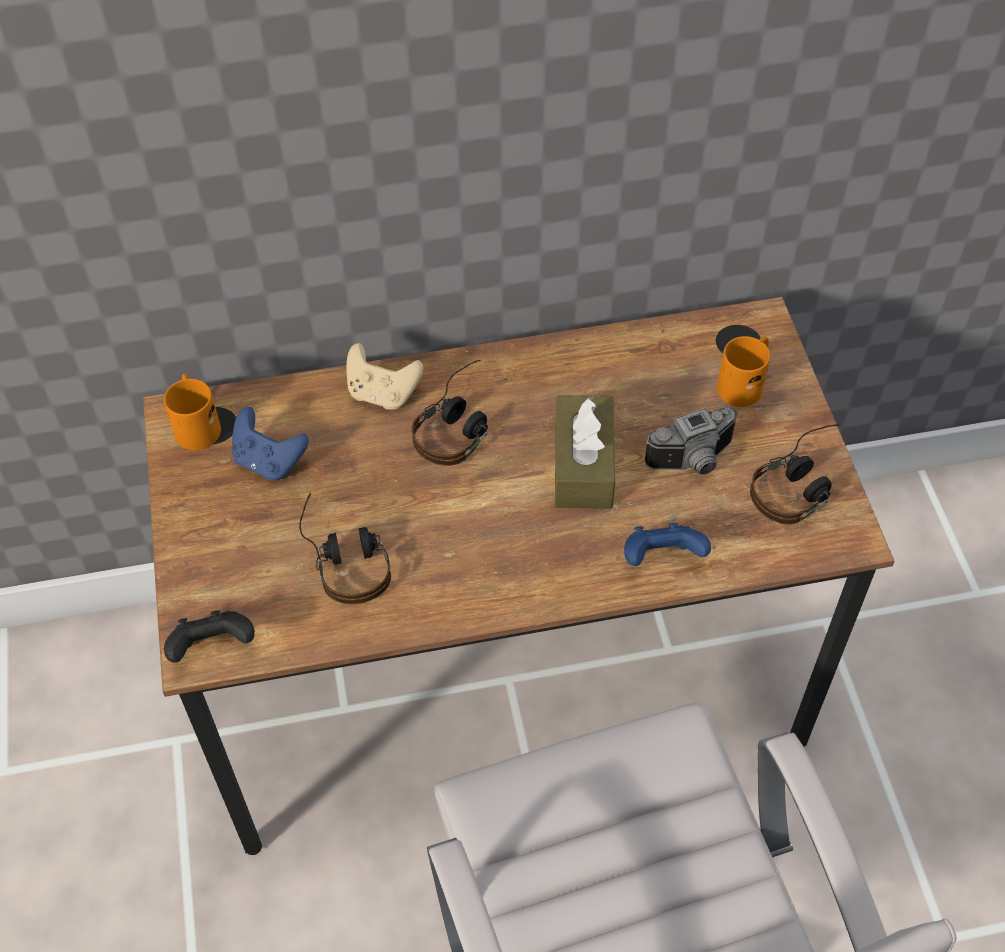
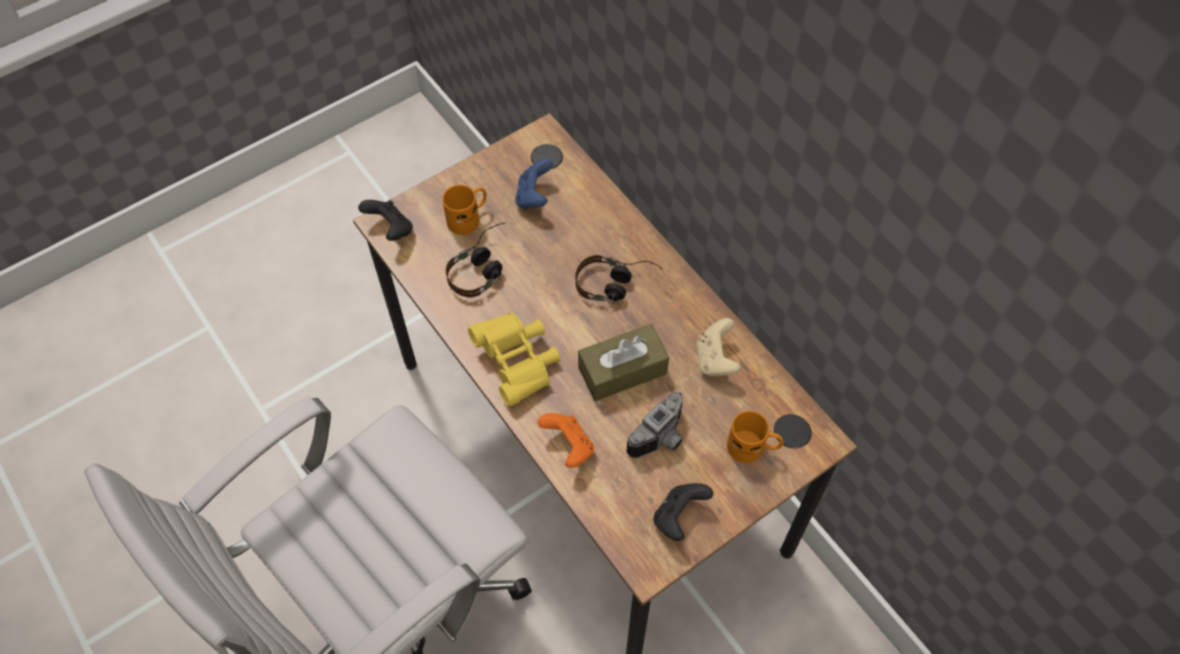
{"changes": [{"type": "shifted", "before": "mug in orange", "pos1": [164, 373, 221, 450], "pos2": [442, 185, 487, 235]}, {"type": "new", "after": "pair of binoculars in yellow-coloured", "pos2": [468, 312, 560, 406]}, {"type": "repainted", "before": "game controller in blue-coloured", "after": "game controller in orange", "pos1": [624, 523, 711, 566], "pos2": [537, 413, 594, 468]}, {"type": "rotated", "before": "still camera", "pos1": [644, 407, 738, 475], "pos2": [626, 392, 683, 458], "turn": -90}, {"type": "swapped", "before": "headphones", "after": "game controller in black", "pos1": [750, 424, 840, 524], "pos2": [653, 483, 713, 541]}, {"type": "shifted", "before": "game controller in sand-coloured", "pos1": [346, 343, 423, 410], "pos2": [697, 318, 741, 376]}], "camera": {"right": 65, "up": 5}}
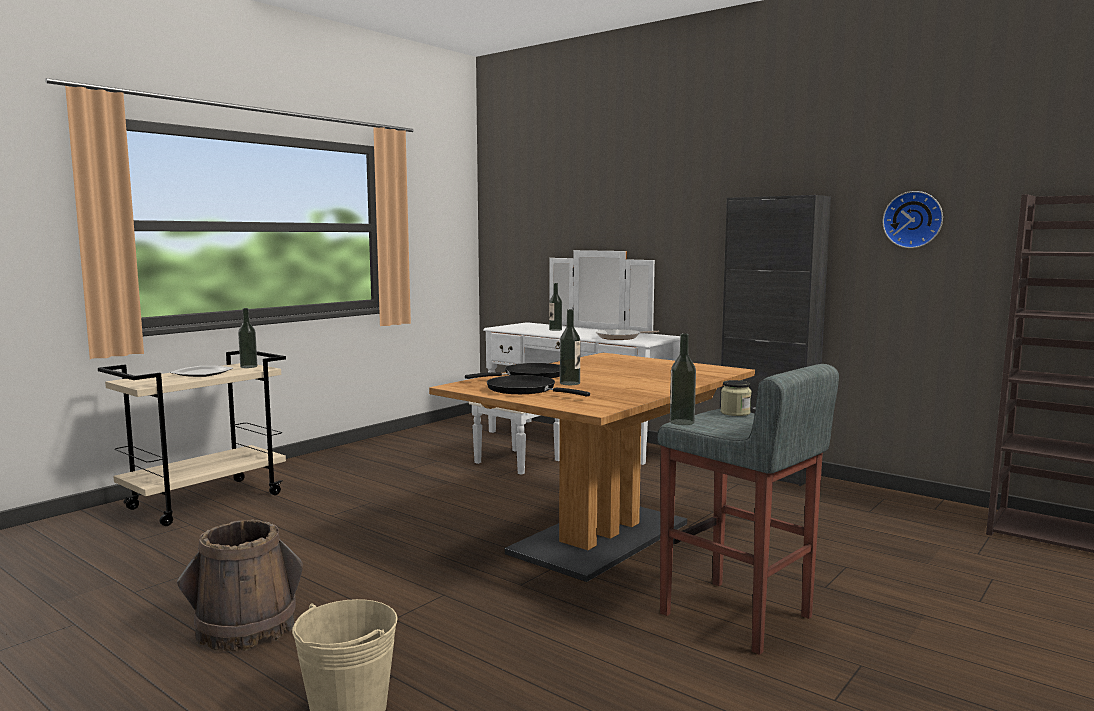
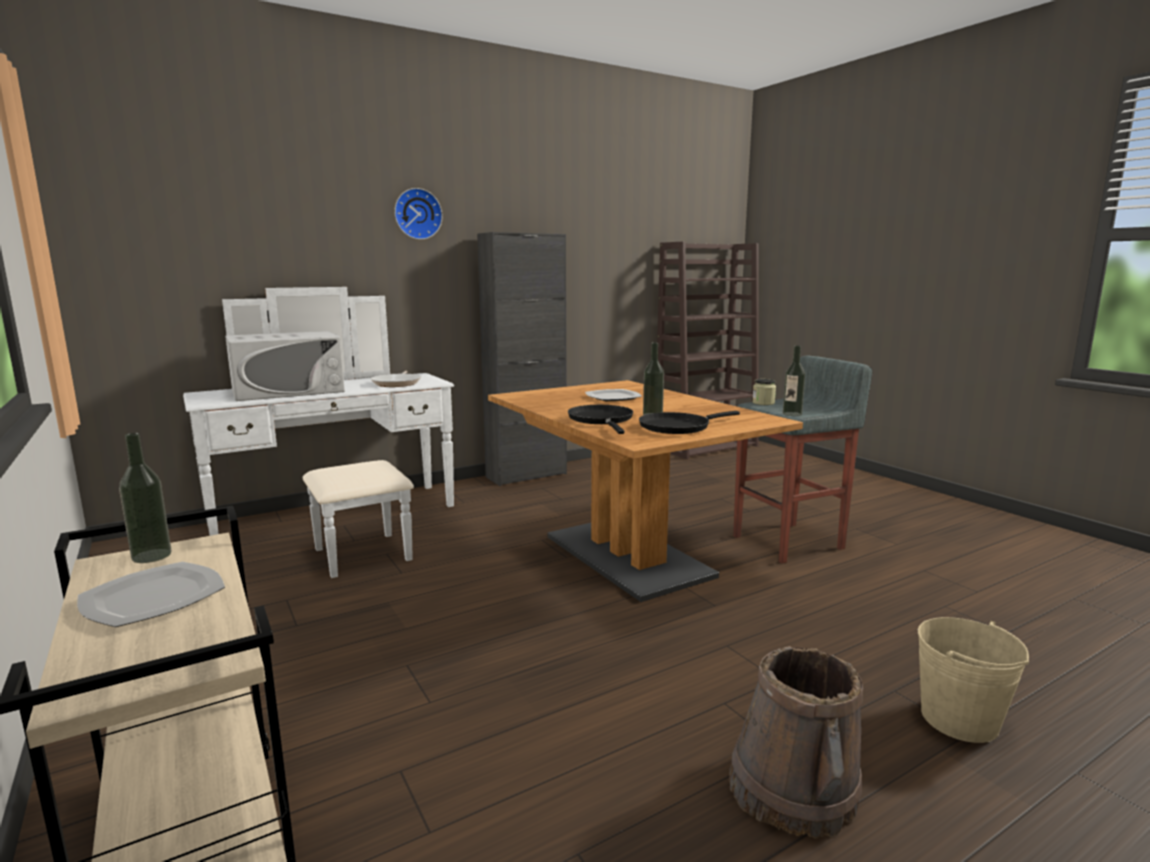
{"changes": [{"type": "swapped", "before": "beverage bottle", "after": "microwave in whitish", "pos1": [549, 283, 562, 331], "pos2": [225, 331, 345, 401]}, {"type": "shifted", "before": "hanging clock", "pos1": [883, 191, 943, 248], "pos2": [394, 188, 443, 240]}, {"type": "new", "after": "flat dish", "pos2": [585, 389, 642, 401]}], "camera": {"right": -70, "up": 5}}
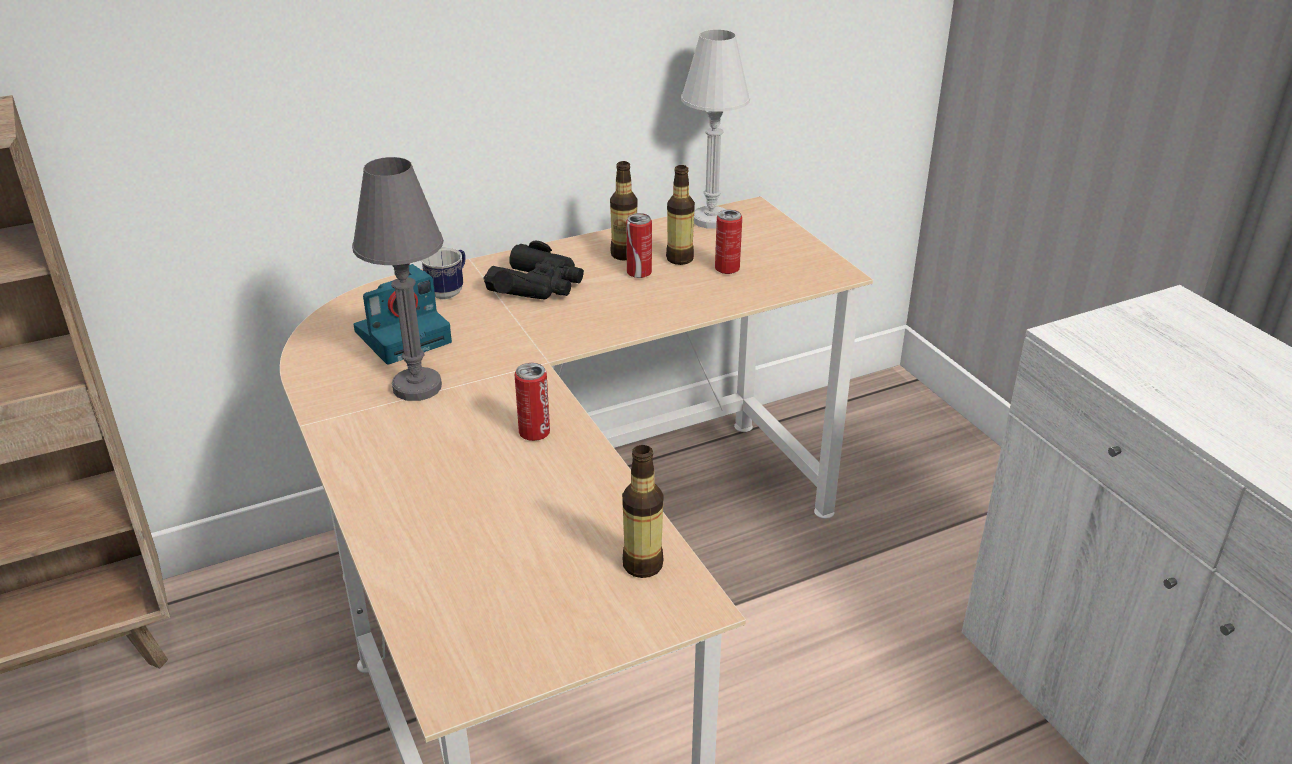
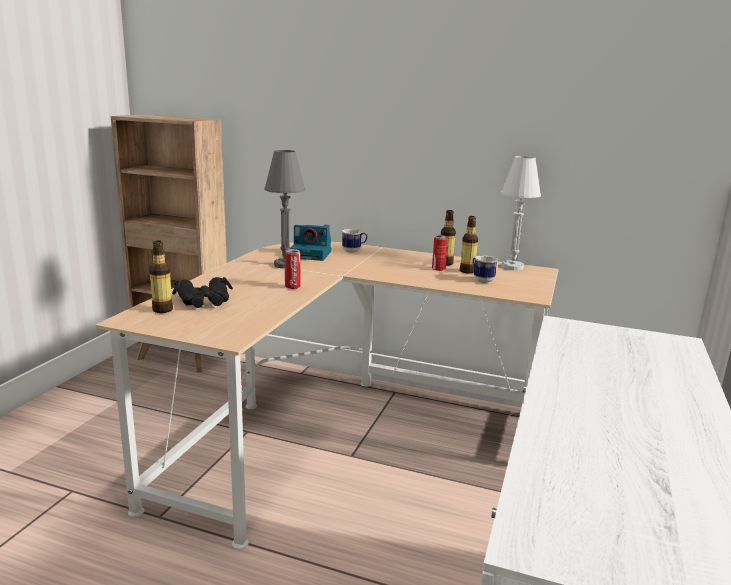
{"changes": [{"type": "shifted", "before": "beverage bottle", "pos1": [622, 445, 663, 578], "pos2": [149, 240, 173, 313]}, {"type": "shifted", "before": "pair of binoculars in black", "pos1": [483, 241, 584, 299], "pos2": [172, 277, 233, 308]}, {"type": "swapped", "before": "metal can", "after": "mug", "pos1": [715, 210, 742, 274], "pos2": [473, 255, 498, 283]}], "camera": {"right": 45, "up": -15}}
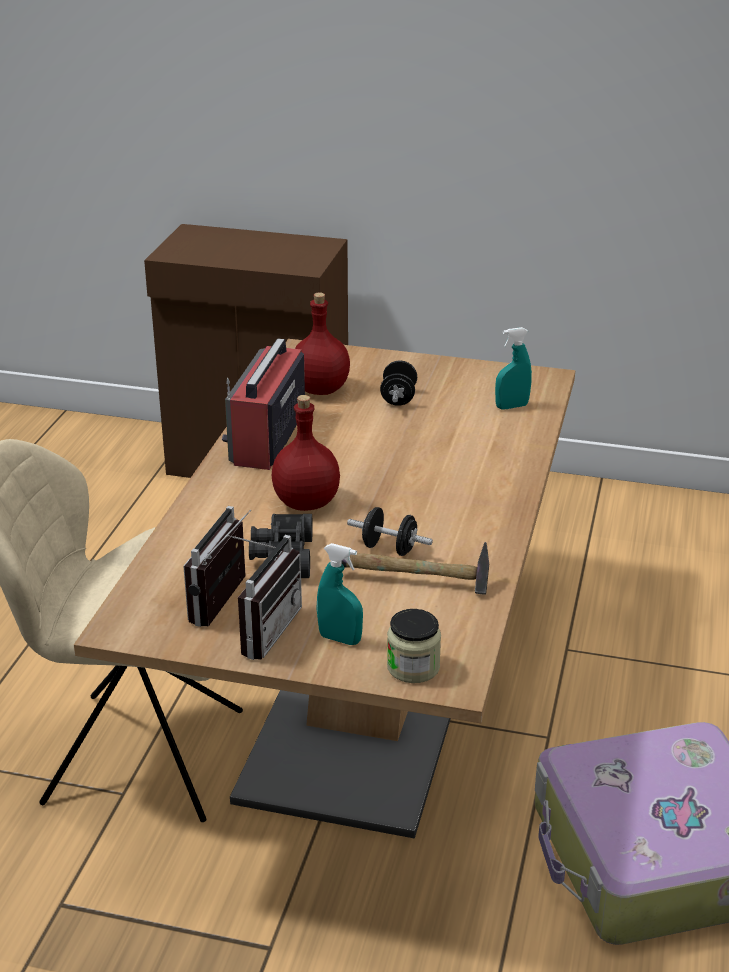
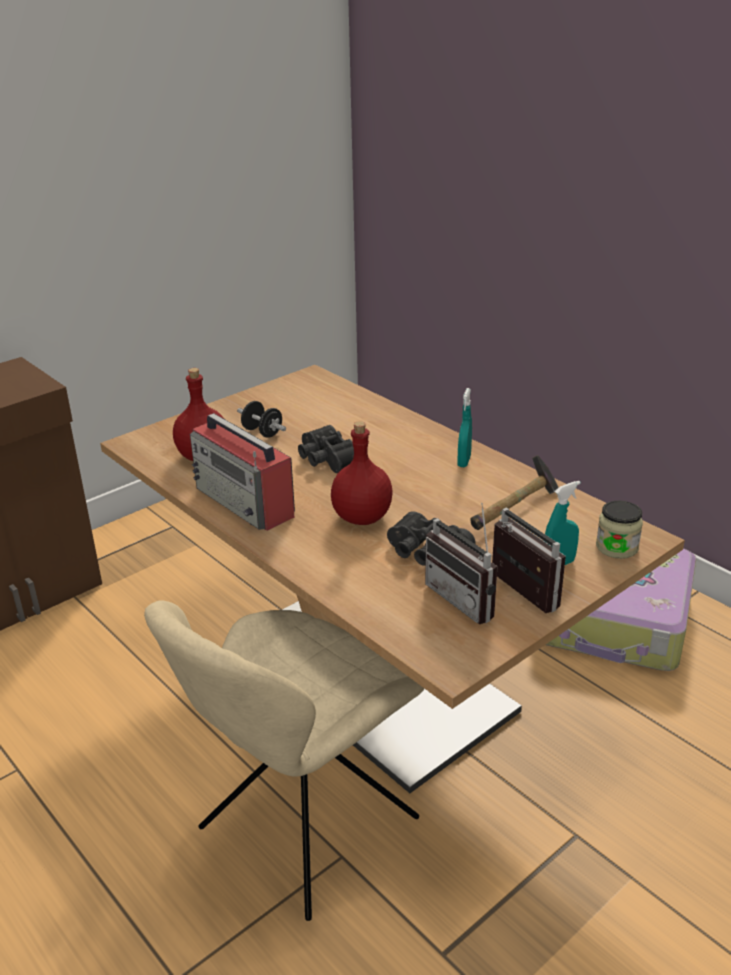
{"changes": [{"type": "new", "after": "pair of binoculars in black", "pos2": [298, 425, 354, 473]}, {"type": "shifted", "before": "hand sprayer in blue-green", "pos1": [495, 327, 532, 409], "pos2": [457, 388, 472, 467]}, {"type": "gone", "before": "hand weight in black", "pos1": [347, 507, 433, 556]}], "camera": {"right": -55, "up": 0}}
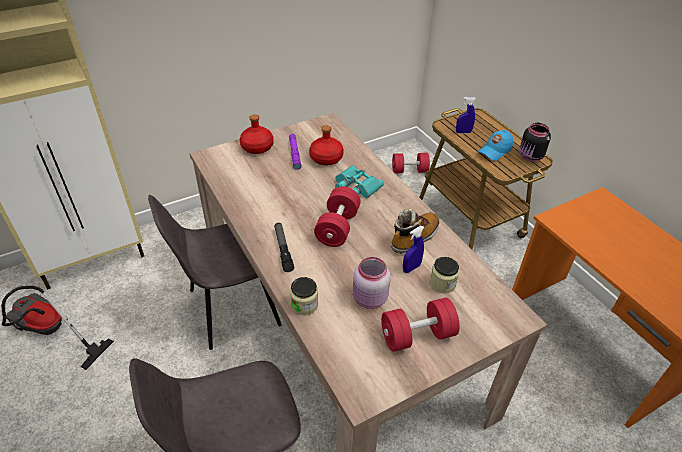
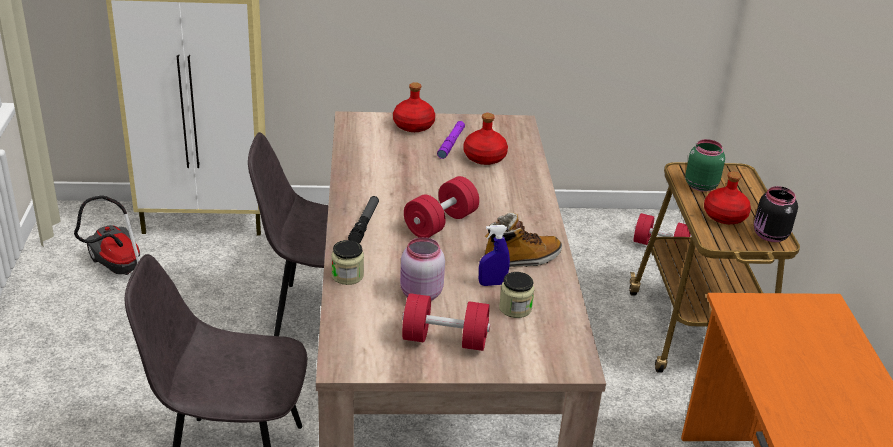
{"changes": [{"type": "swapped", "before": "hand sprayer in blue-coloured", "after": "jar in greenish", "pos1": [456, 97, 476, 133], "pos2": [685, 139, 725, 192]}, {"type": "swapped", "before": "baseball cap in blue-coloured", "after": "beverage bottle in red-coloured", "pos1": [478, 130, 513, 161], "pos2": [704, 172, 751, 224]}, {"type": "gone", "before": "pair of binoculars in blue-green", "pos1": [335, 165, 384, 198]}], "camera": {"right": 25, "up": -10}}
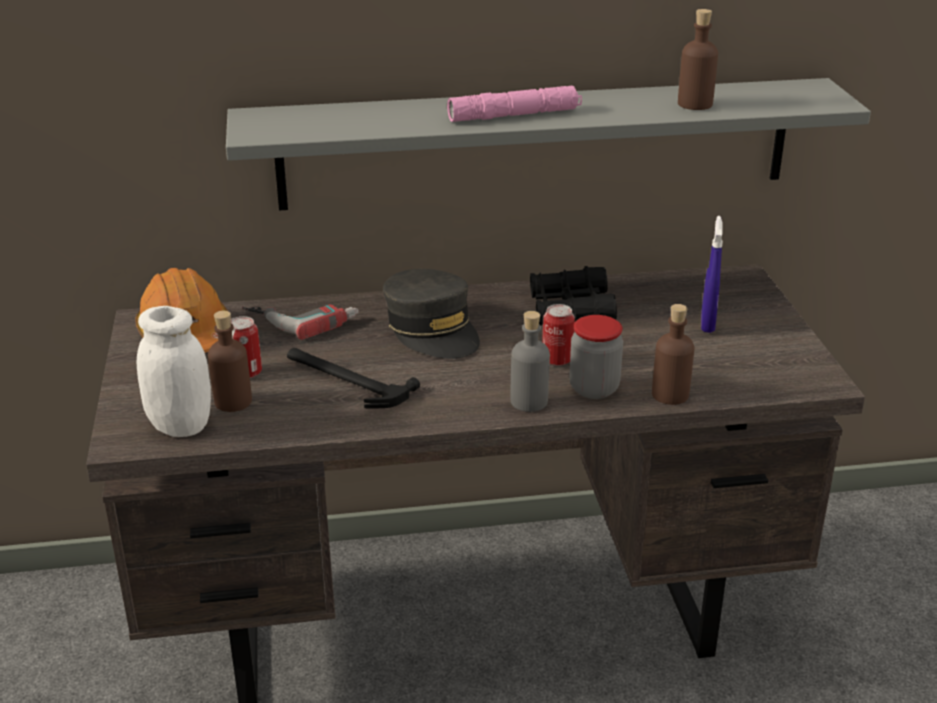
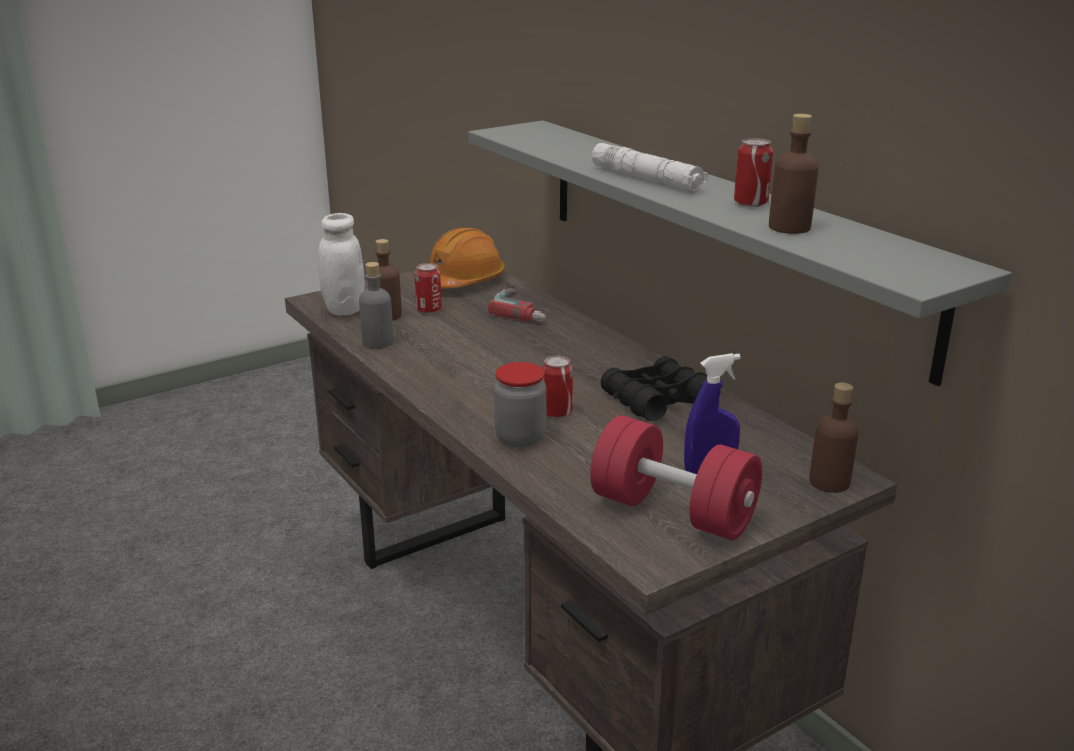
{"changes": [{"type": "shifted", "before": "beverage bottle in greyish", "pos1": [510, 311, 550, 412], "pos2": [359, 262, 394, 349]}, {"type": "new", "after": "hand weight in red-coloured", "pos2": [590, 416, 762, 540]}, {"type": "repainted", "before": "flashlight in pink", "after": "flashlight in whitish", "pos1": [447, 86, 582, 122], "pos2": [592, 143, 708, 192]}, {"type": "new", "after": "metal can", "pos2": [734, 138, 773, 207]}, {"type": "shifted", "before": "beverage bottle in brown", "pos1": [652, 304, 694, 405], "pos2": [809, 382, 859, 493]}, {"type": "gone", "before": "hand hammer", "pos1": [287, 348, 420, 409]}, {"type": "gone", "before": "baseball cap in greyish", "pos1": [383, 269, 480, 359]}], "camera": {"right": 65, "up": -5}}
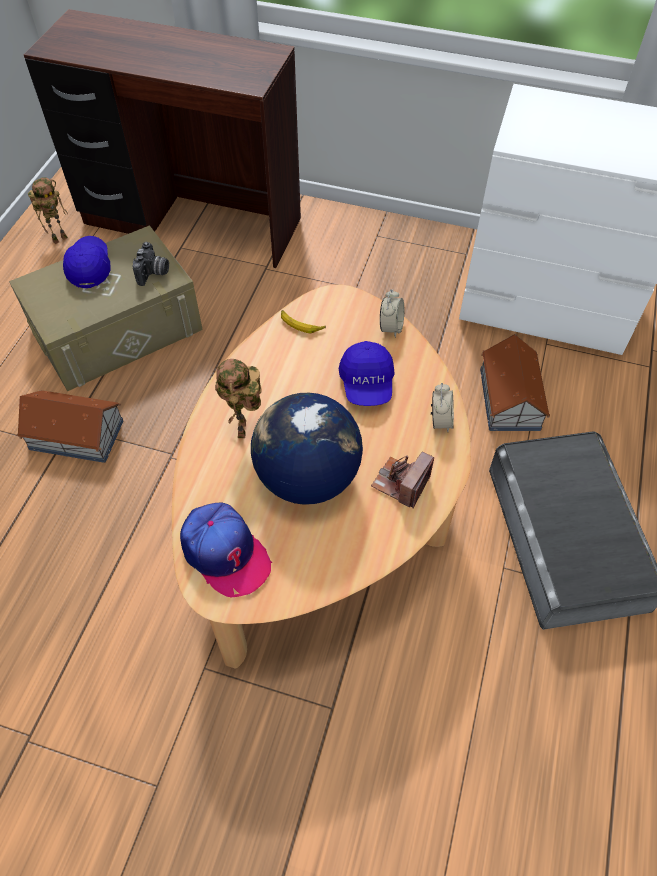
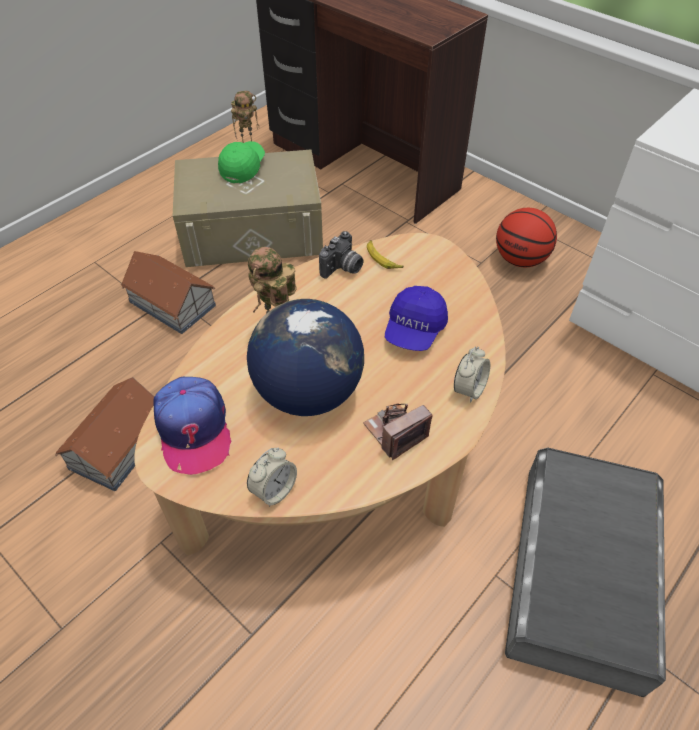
{"changes": [{"type": "shifted", "before": "toy house", "pos1": [480, 334, 550, 431], "pos2": [55, 377, 154, 491]}, {"type": "repainted", "before": "baseball cap in blue-coloured", "after": "baseball cap in greenish", "pos1": [63, 236, 111, 288], "pos2": [218, 141, 265, 183]}, {"type": "shifted", "before": "bedside clock", "pos1": [380, 289, 404, 338], "pos2": [247, 448, 297, 507]}, {"type": "shifted", "before": "still camera", "pos1": [132, 242, 169, 286], "pos2": [319, 231, 363, 279]}, {"type": "new", "after": "basketball ball", "pos2": [496, 208, 557, 267]}], "camera": {"right": 25, "up": -5}}
